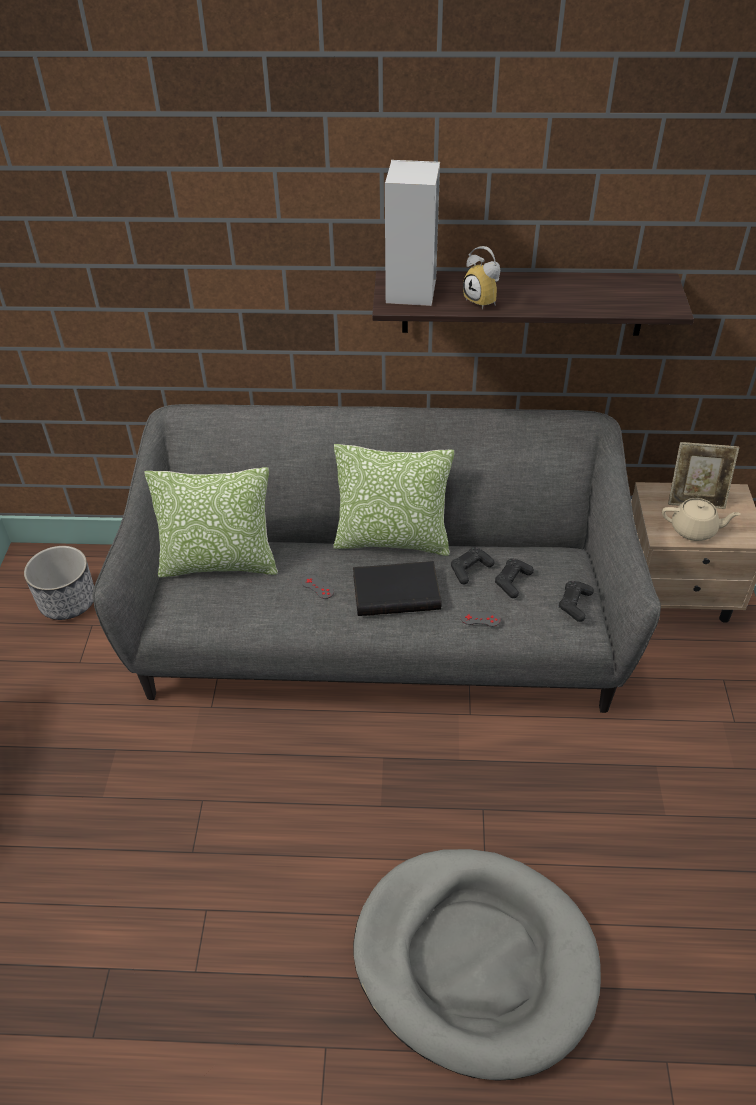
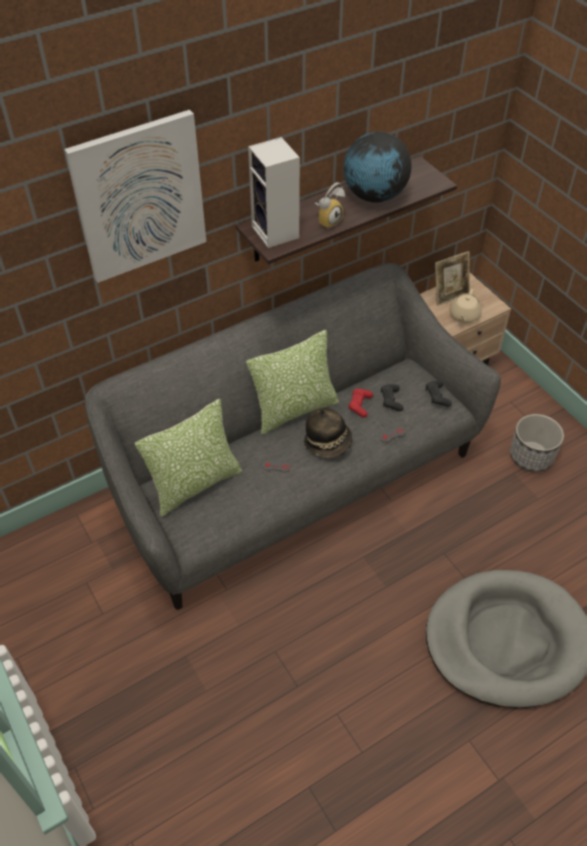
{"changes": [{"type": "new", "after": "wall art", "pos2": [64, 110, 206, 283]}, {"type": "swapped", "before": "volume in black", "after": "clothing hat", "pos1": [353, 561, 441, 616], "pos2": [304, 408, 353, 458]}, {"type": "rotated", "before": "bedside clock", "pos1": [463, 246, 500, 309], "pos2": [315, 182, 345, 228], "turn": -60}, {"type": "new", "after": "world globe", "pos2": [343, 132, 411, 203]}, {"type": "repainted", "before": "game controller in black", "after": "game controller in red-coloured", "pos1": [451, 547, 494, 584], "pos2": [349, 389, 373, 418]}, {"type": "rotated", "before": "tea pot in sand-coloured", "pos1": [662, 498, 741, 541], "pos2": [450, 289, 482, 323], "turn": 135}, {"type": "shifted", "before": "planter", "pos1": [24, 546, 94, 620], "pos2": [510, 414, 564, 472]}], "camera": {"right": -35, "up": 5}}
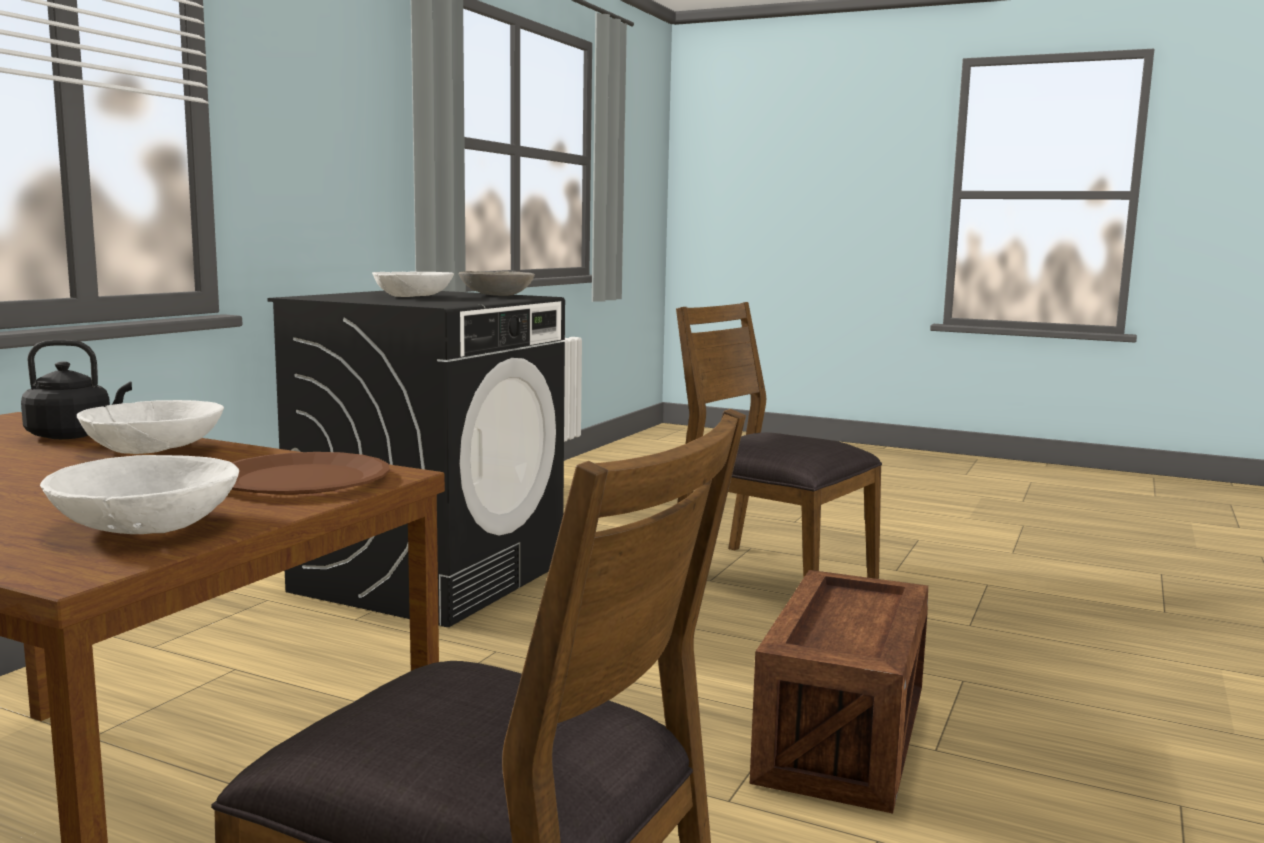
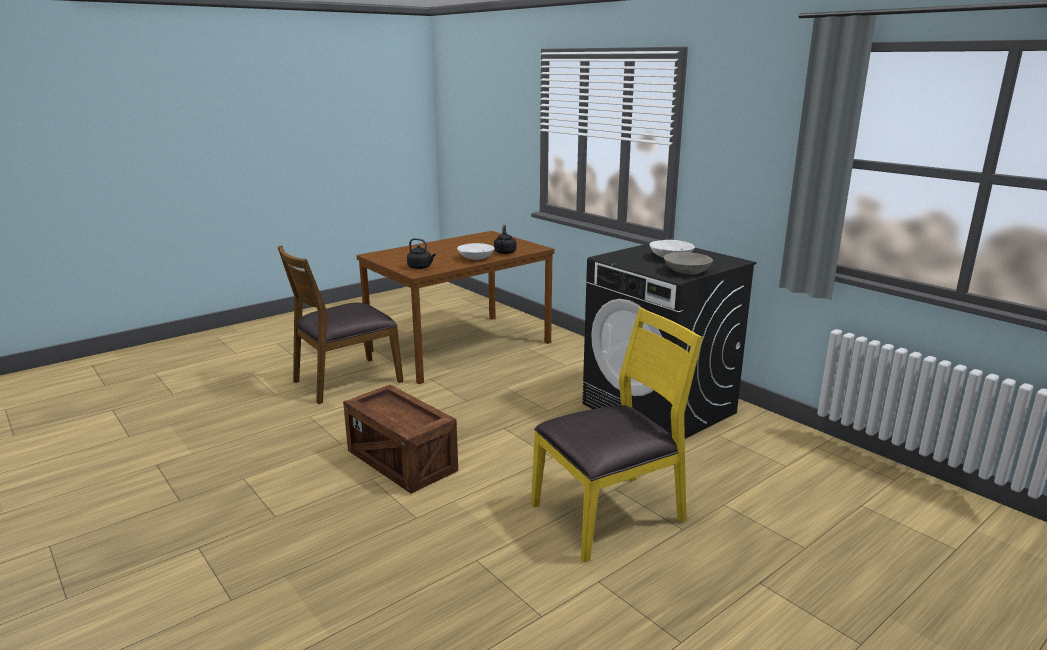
{"changes": [{"type": "swapped", "before": "flat dish in brown", "after": "tea kettle in black", "pos1": [231, 452, 390, 495], "pos2": [407, 238, 436, 269]}, {"type": "repainted", "before": "chair in brown", "after": "chair in yellow-coloured", "pos1": [676, 302, 882, 579], "pos2": [531, 308, 703, 563]}, {"type": "gone", "before": "deep dish in whitish", "pos1": [40, 455, 239, 534]}], "camera": {"right": 115, "up": 10}}
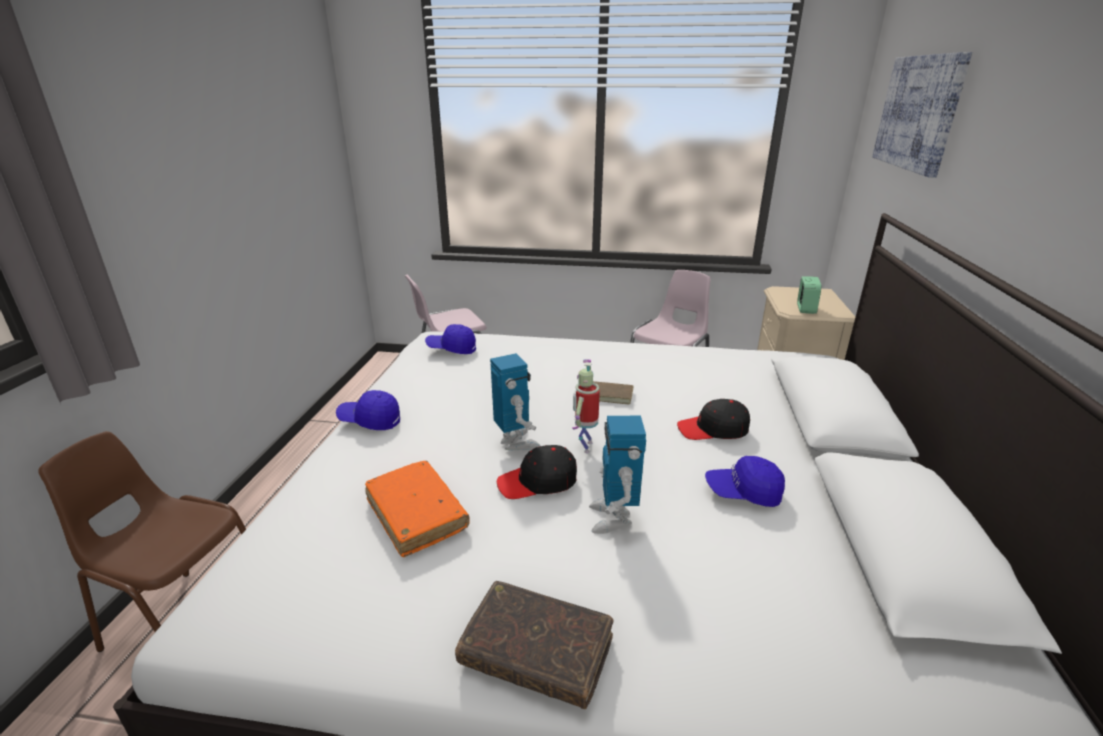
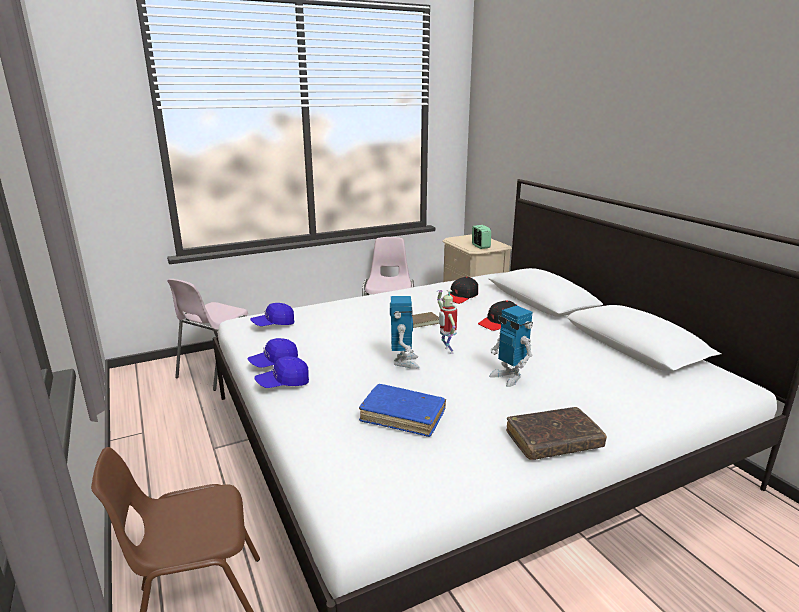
{"changes": [{"type": "shifted", "before": "baseball cap in blue-coloured", "pos1": [705, 456, 785, 507], "pos2": [247, 338, 298, 368]}, {"type": "repainted", "before": "volume in orange", "after": "volume in blue-coloured", "pos1": [365, 461, 470, 557], "pos2": [359, 384, 446, 437]}, {"type": "rotated", "before": "model robot", "pos1": [490, 353, 540, 450], "pos2": [390, 296, 420, 369], "turn": 60}, {"type": "shifted", "before": "baseball cap in black", "pos1": [497, 445, 577, 499], "pos2": [450, 277, 478, 304]}, {"type": "gone", "before": "wall art", "pos1": [872, 52, 972, 178]}], "camera": {"right": -35, "up": -5}}
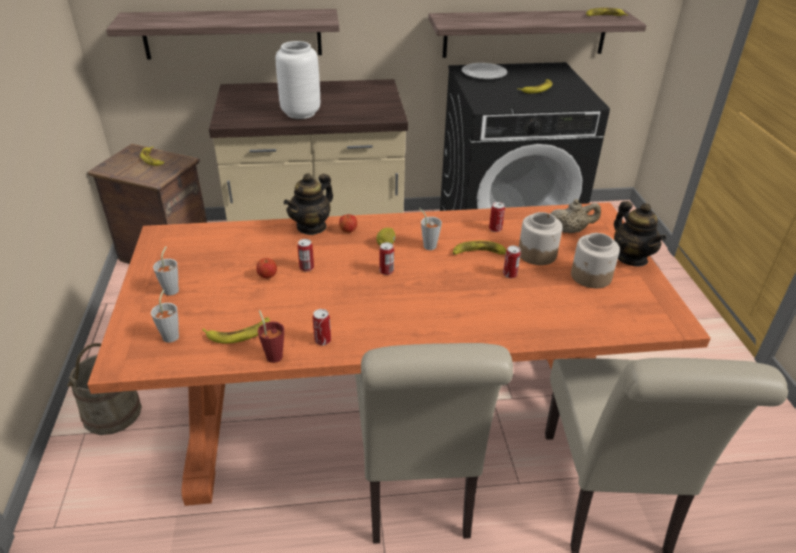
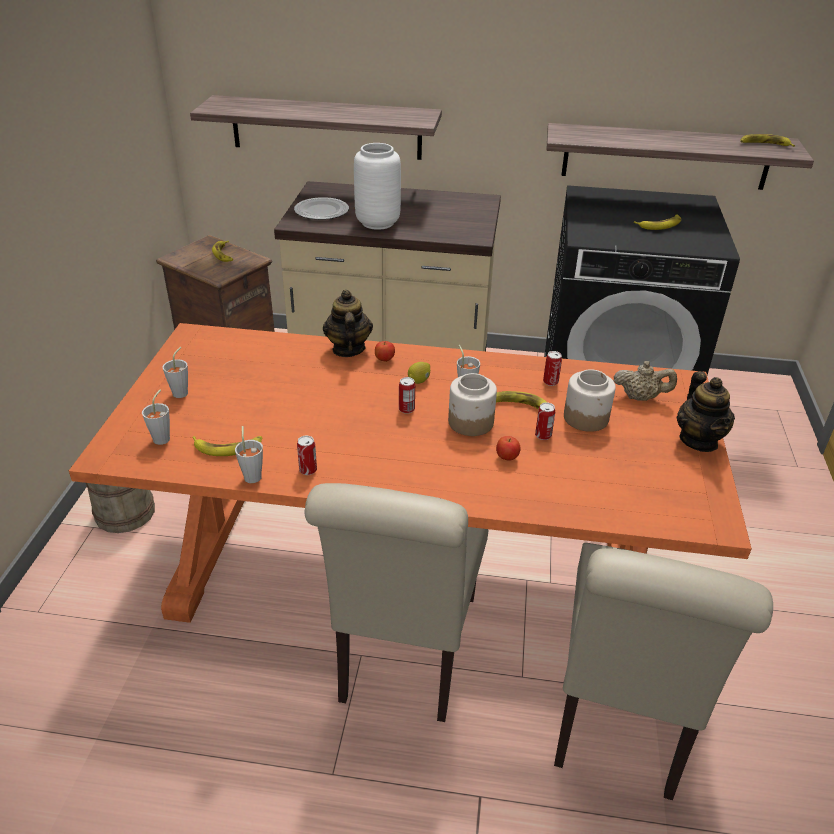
{"changes": [{"type": "repainted", "before": "cup in red-coloured", "after": "cup in greyish", "pos1": [258, 310, 284, 363], "pos2": [235, 426, 263, 483]}, {"type": "shifted", "before": "flat dish", "pos1": [462, 63, 507, 79], "pos2": [294, 197, 349, 220]}, {"type": "rotated", "before": "tea pot", "pos1": [284, 173, 333, 235], "pos2": [323, 290, 373, 357], "turn": 120}, {"type": "shifted", "before": "jar", "pos1": [571, 233, 620, 288], "pos2": [448, 373, 497, 436]}, {"type": "shifted", "before": "apple", "pos1": [256, 258, 277, 279], "pos2": [496, 436, 521, 461]}, {"type": "gone", "before": "metal can", "pos1": [298, 239, 314, 272]}], "camera": {"right": 15, "up": 0}}
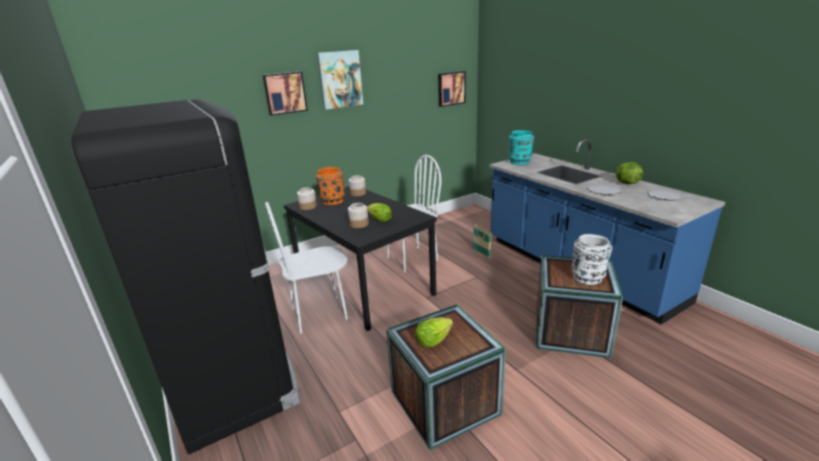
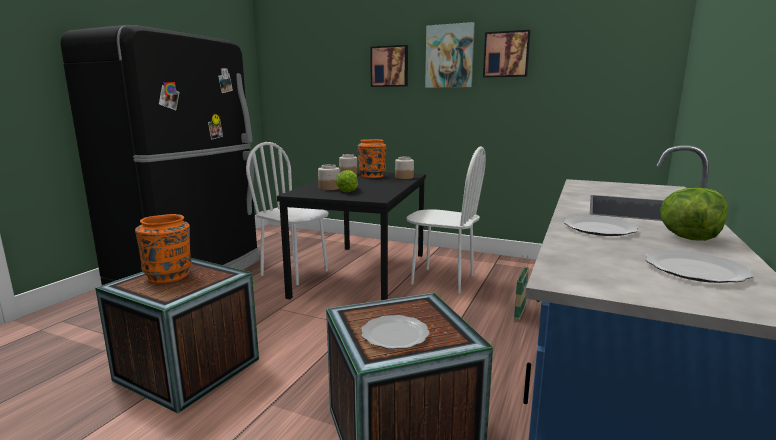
{"changes": [{"type": "swapped", "before": "head of lettuce", "after": "vase in orange", "pos1": [415, 317, 453, 348], "pos2": [135, 214, 192, 284]}, {"type": "swapped", "before": "vase in whitish", "after": "flat dish", "pos1": [571, 234, 612, 285], "pos2": [361, 315, 430, 349]}, {"type": "shifted", "before": "wall art", "pos1": [438, 71, 466, 107], "pos2": [483, 30, 531, 78]}, {"type": "gone", "before": "vase in blue-green", "pos1": [508, 130, 534, 165]}], "camera": {"right": 55, "up": -10}}
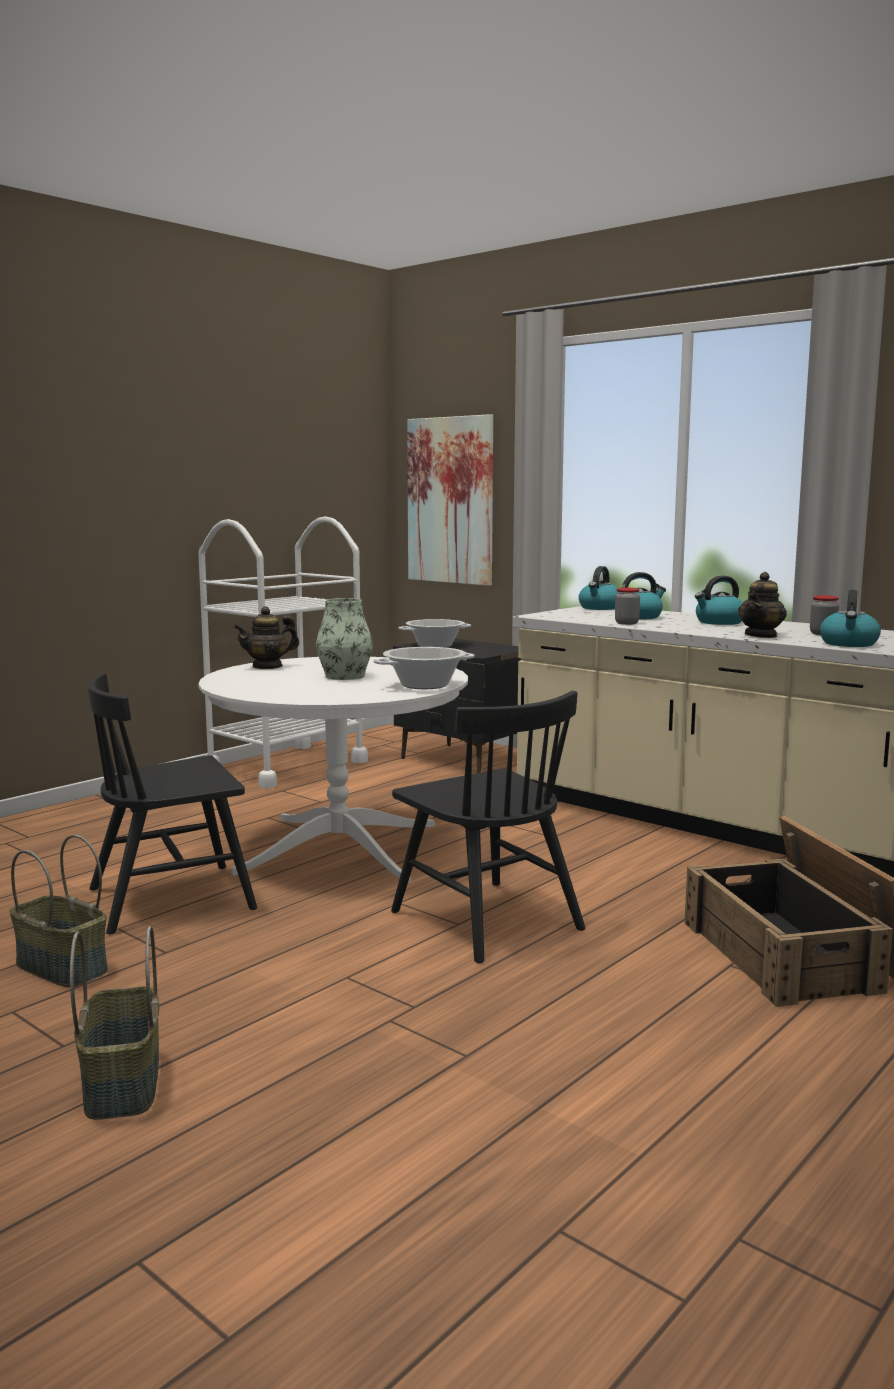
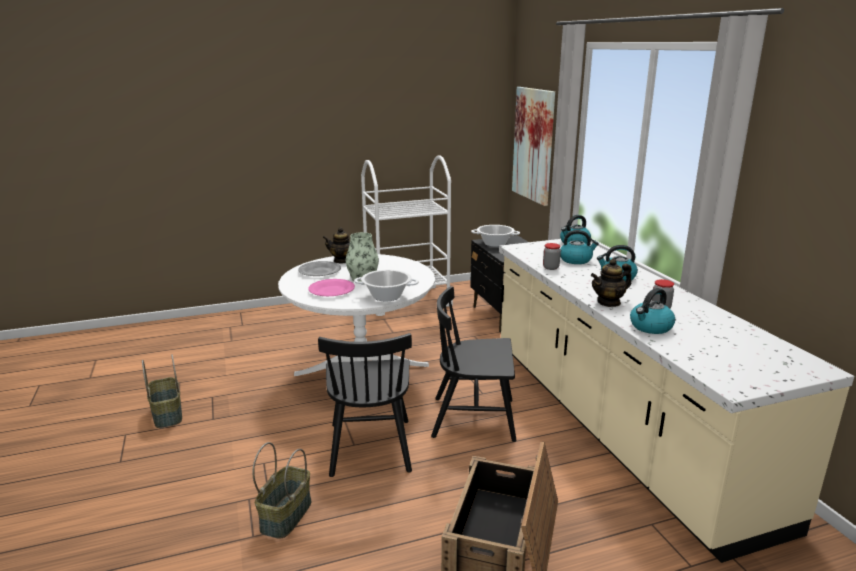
{"changes": [{"type": "shifted", "before": "household basket", "pos1": [70, 926, 159, 1120], "pos2": [252, 442, 311, 539]}, {"type": "new", "after": "flat dish in greyish", "pos2": [298, 261, 341, 276]}, {"type": "new", "after": "flat dish in pink", "pos2": [308, 279, 355, 296]}, {"type": "shifted", "before": "chair in black", "pos1": [87, 673, 257, 934], "pos2": [431, 286, 517, 442]}], "camera": {"right": 30, "up": 10}}
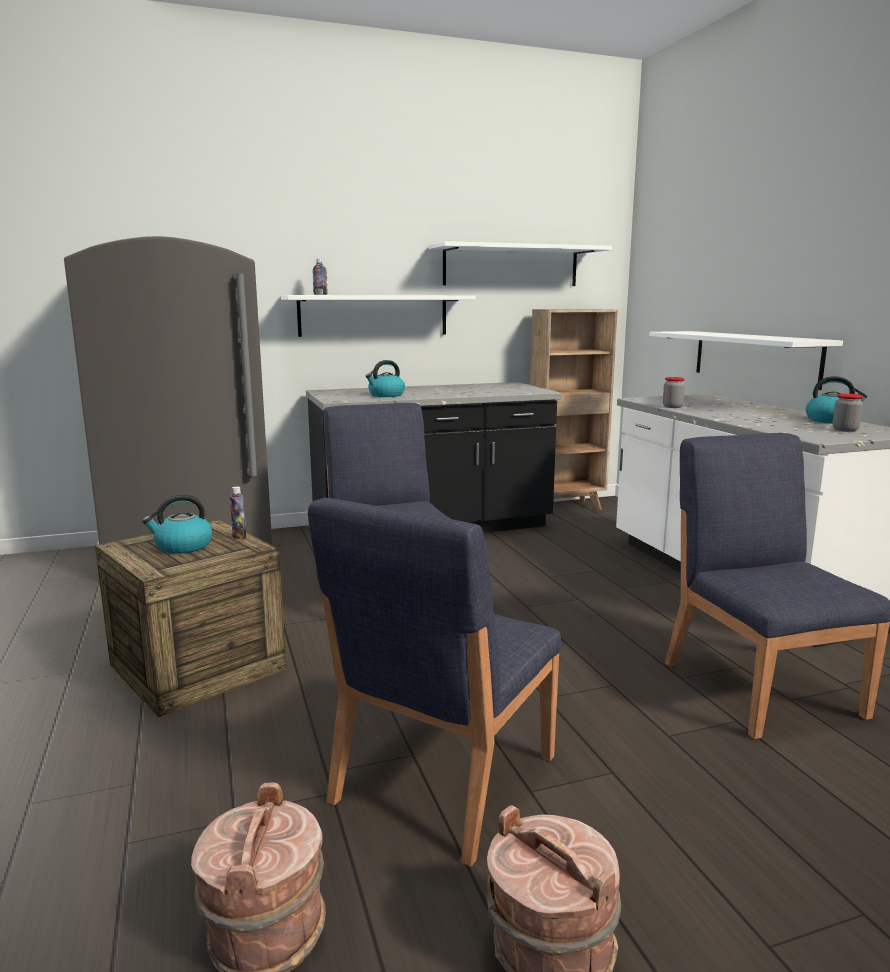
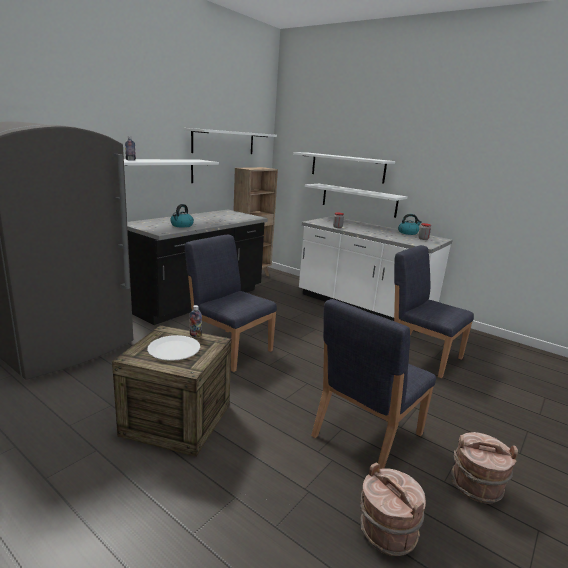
{"changes": [{"type": "swapped", "before": "tea kettle", "after": "flat dish in whitish", "pos1": [142, 494, 212, 554], "pos2": [147, 335, 200, 361]}, {"type": "new", "after": "shelf in whitish", "pos2": [293, 152, 395, 183]}, {"type": "rotated", "before": "chair in blue-coloured", "pos1": [308, 498, 561, 867], "pos2": [311, 299, 436, 469], "turn": 45}], "camera": {"right": -35, "up": 5}}
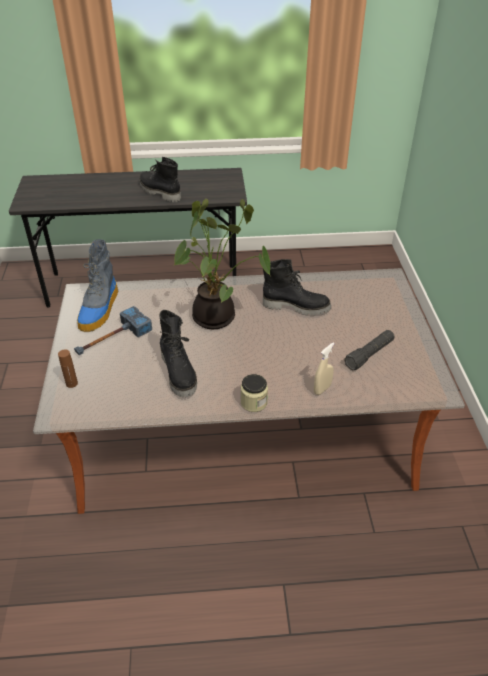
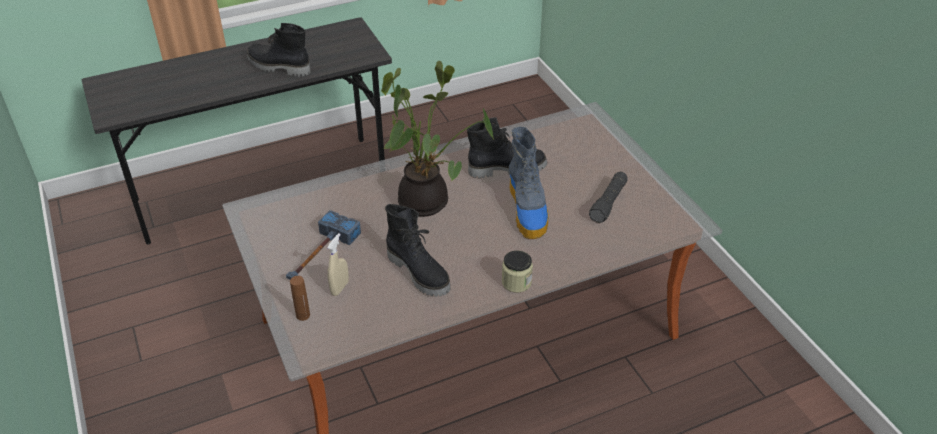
{"changes": [{"type": "shifted", "before": "hand sprayer in sand-coloured", "pos1": [314, 342, 335, 395], "pos2": [327, 233, 349, 296]}, {"type": "shifted", "before": "high-top boot", "pos1": [77, 239, 118, 332], "pos2": [509, 127, 548, 239]}], "camera": {"right": -20, "up": 0}}
